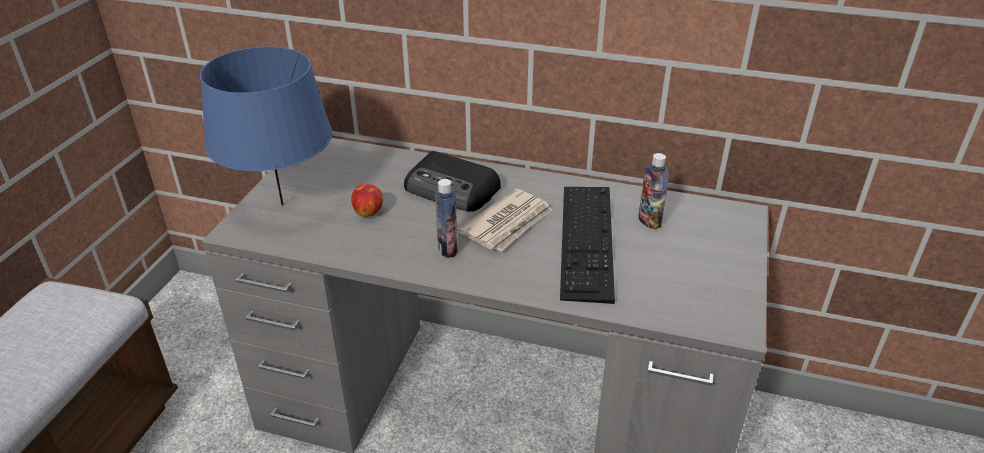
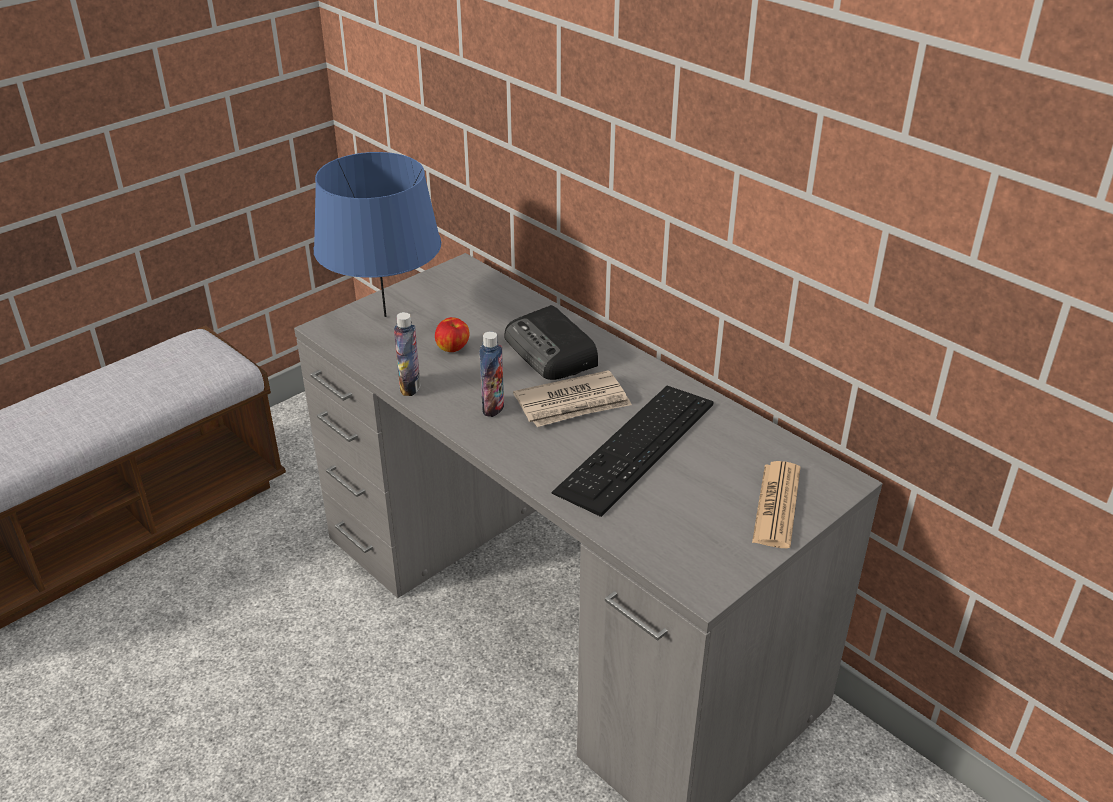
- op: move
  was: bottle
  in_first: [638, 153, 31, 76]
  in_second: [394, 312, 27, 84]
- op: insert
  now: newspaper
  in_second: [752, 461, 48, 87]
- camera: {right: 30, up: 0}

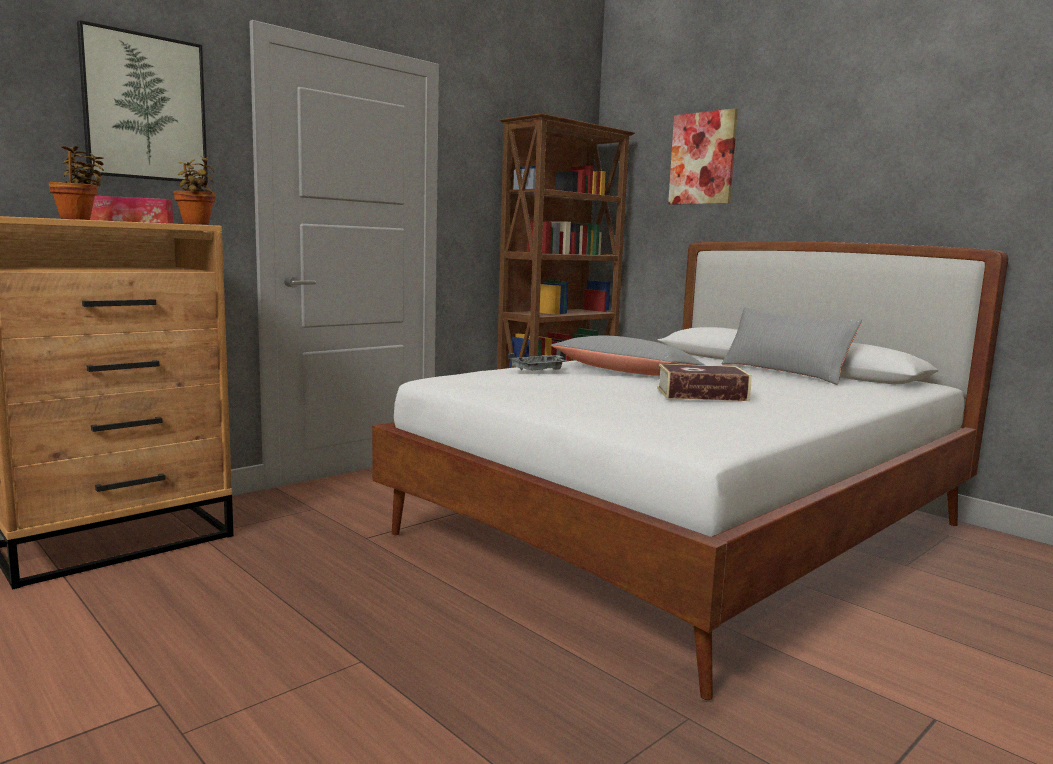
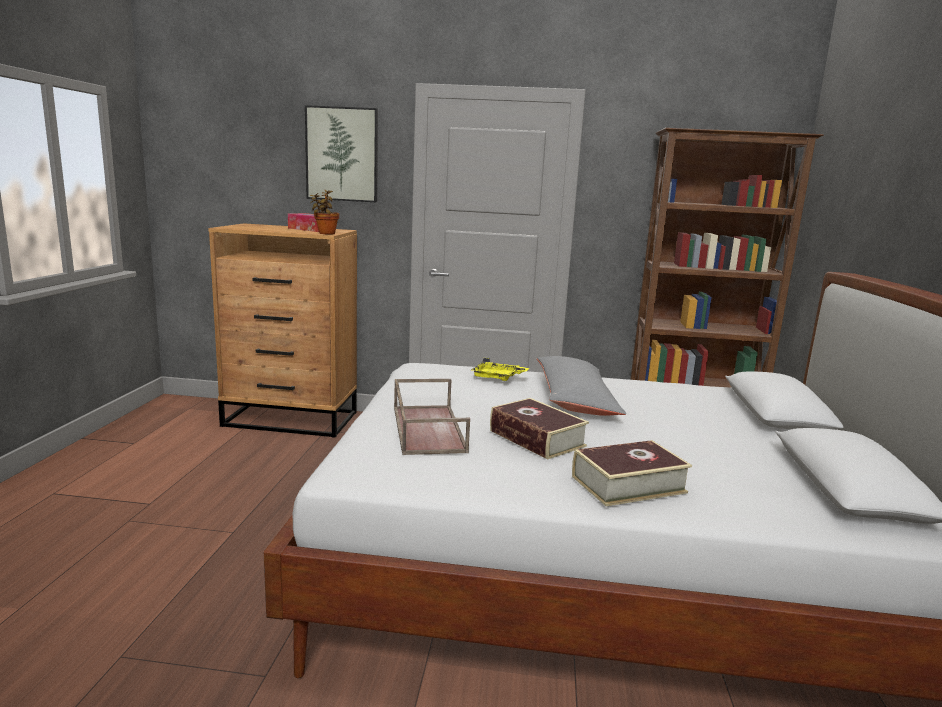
- op: delete
  was: potted plant
  in_first: [49, 146, 55, 74]
- op: recolor
  was: grey tray
  now: yellow tray
  in_first: [508, 353, 60, 18]
  in_second: [471, 358, 59, 23]
- op: delete
  was: picture
  in_first: [668, 108, 70, 97]
- op: delete
  was: grey pillow
  in_first: [721, 307, 141, 78]
- op: insert
  now: brown tray
  in_second: [394, 379, 76, 76]
- op: insert
  now: book
  in_second: [572, 440, 120, 66]
- camera: {right: 50, up: 5}

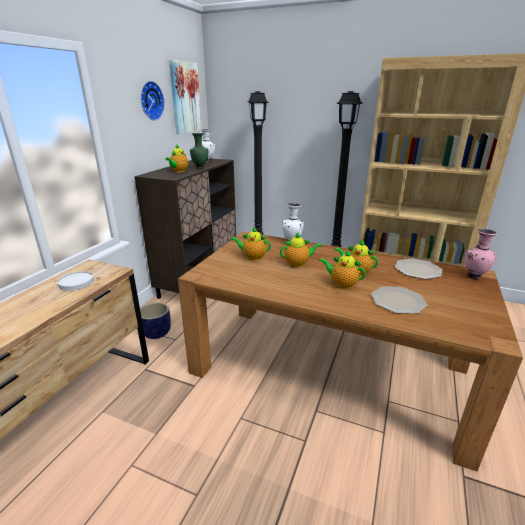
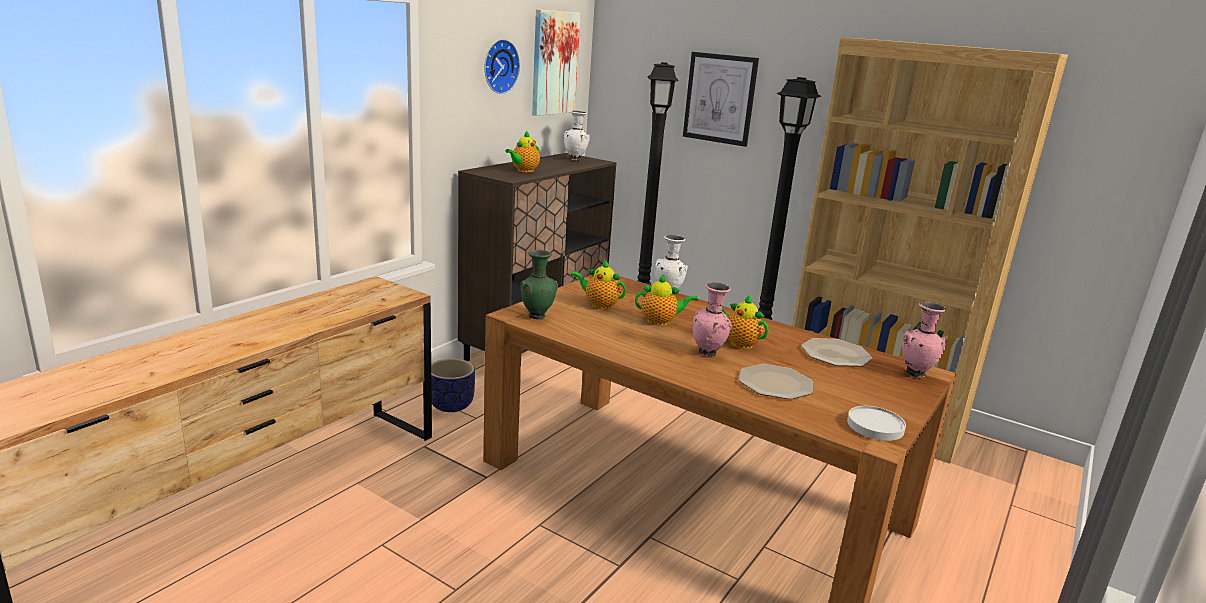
- op: move
  was: white plate
  in_first: [57, 271, 37, 20]
  in_second: [847, 406, 59, 35]
- op: move
  was: green vase
  in_first: [190, 133, 19, 36]
  in_second: [520, 250, 38, 69]
- op: replace
  was: teapot
  now: pink vase
  in_first: [319, 249, 47, 40]
  in_second: [693, 282, 39, 74]
- op: insert
  now: picture
  in_second: [683, 52, 76, 95]
- camera: {right: 10, up: -5}

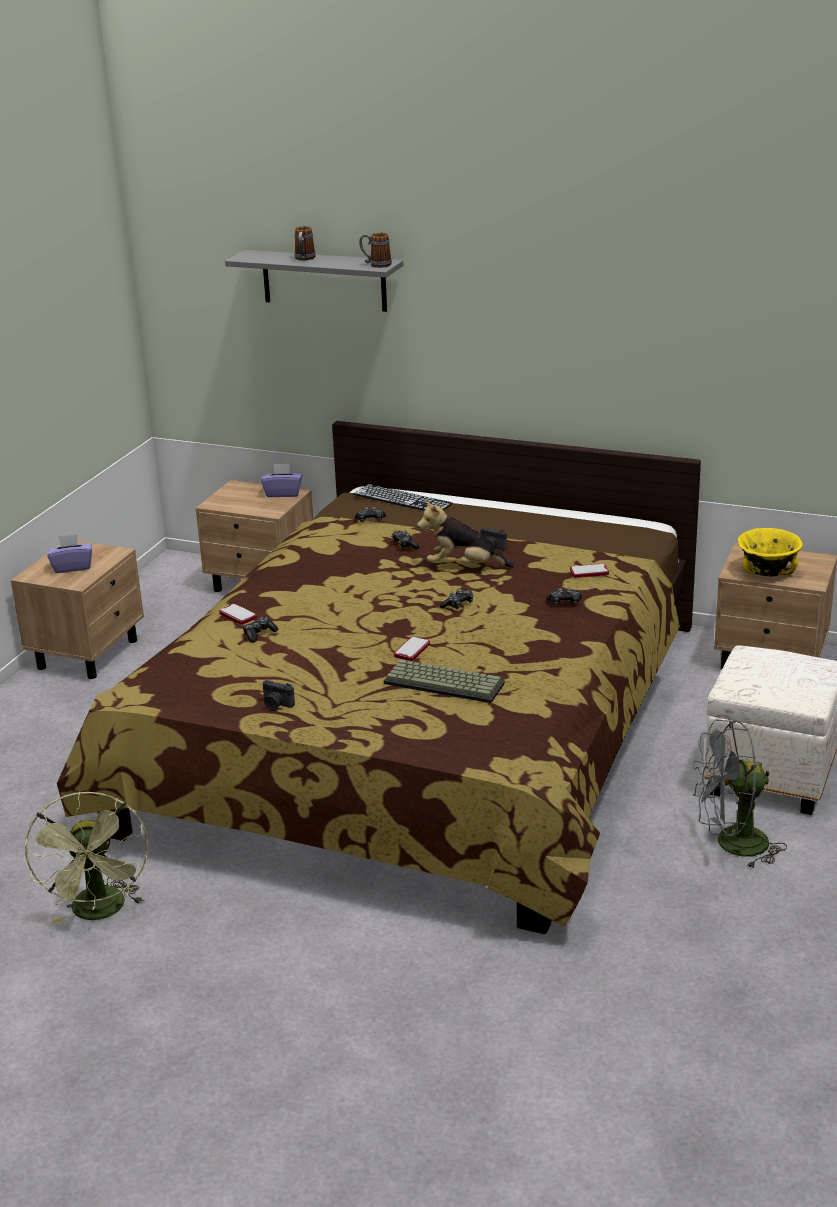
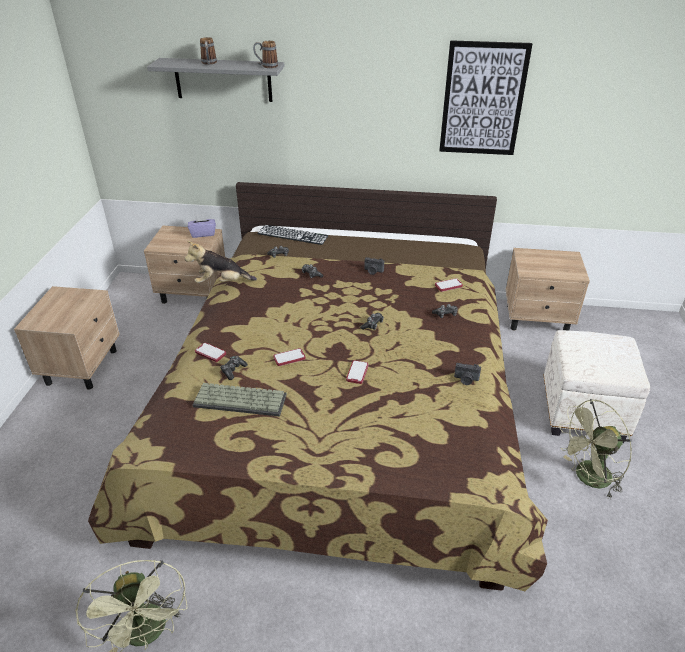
- op: delete
  was: purple tissue box
  in_first: [47, 534, 45, 39]
- op: move
  was: photo camera
  in_first: [263, 680, 32, 30]
  in_second: [454, 363, 27, 22]
- op: move
  was: keyboard
  in_first: [384, 660, 121, 43]
  in_second: [192, 383, 95, 33]
- op: move
  was: plush toy
  in_first: [417, 501, 97, 66]
  in_second: [185, 241, 72, 42]
- op: recolor
  was: grey fan
  now: green fan
  in_first: [693, 720, 94, 149]
  in_second: [559, 399, 73, 100]
- op: delete
  was: yellow bowl
  in_first: [738, 528, 65, 49]
- op: insert
  now: phone
  in_second: [273, 348, 33, 18]
- op: insert
  now: picture
  in_second: [439, 40, 93, 115]
- camera: {right: -15, up: 10}

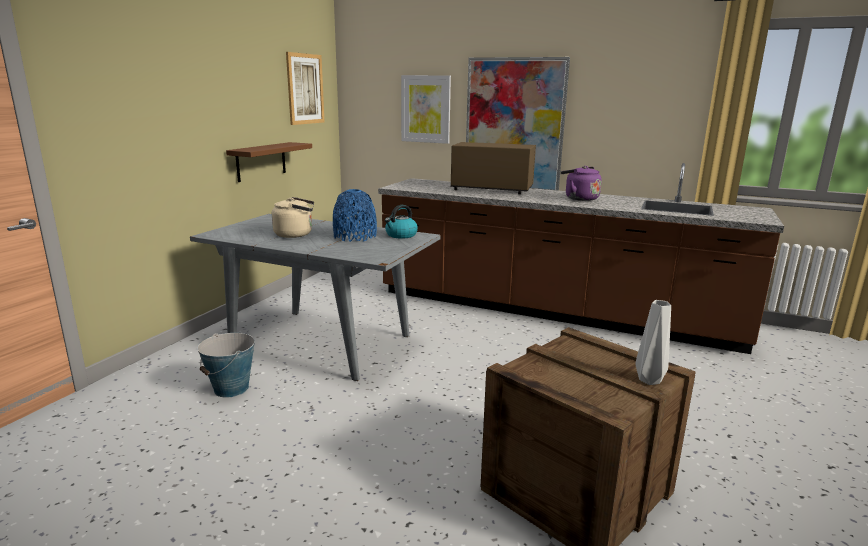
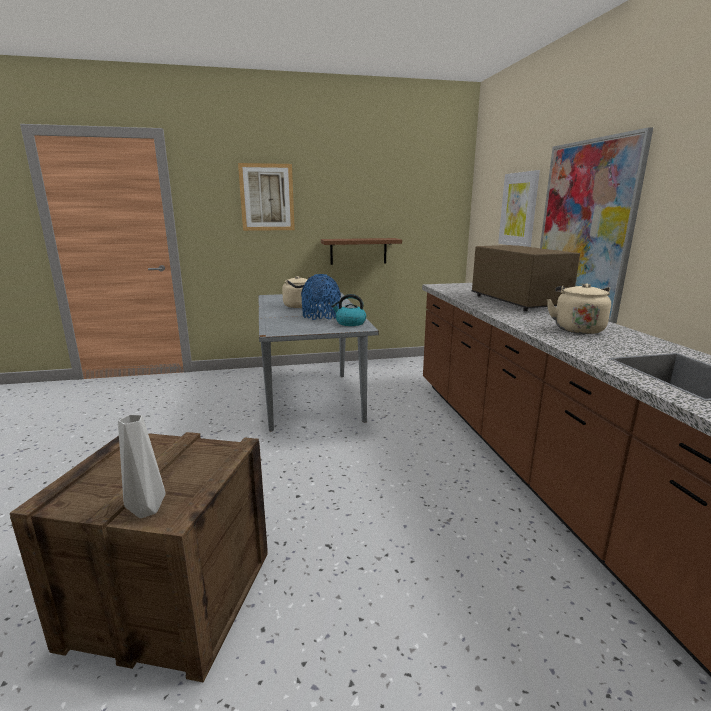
- op: delete
  was: bucket
  in_first: [197, 333, 58, 65]
- op: move
  was: picture
  in_first: [286, 52, 39, 73]
  in_second: [238, 163, 57, 68]
- op: recolor
  was: purple kettle
  now: beige kettle
  in_first: [561, 166, 41, 35]
  in_second: [547, 283, 64, 51]
- camera: {right: 55, up: 0}

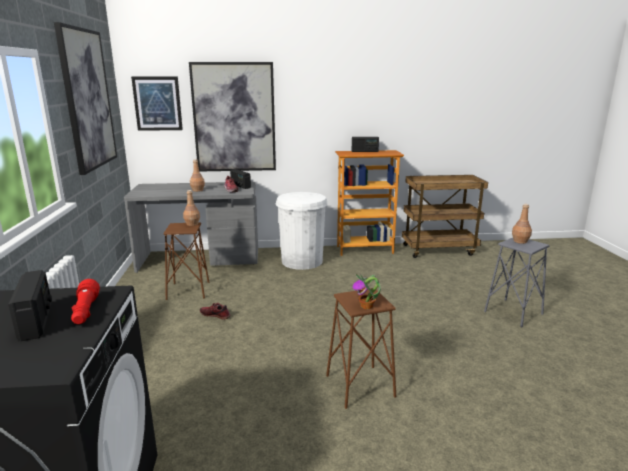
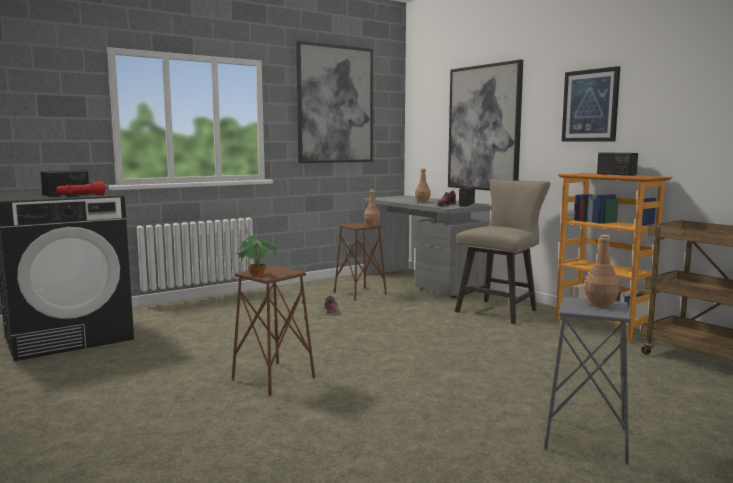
- op: move
  was: picture
  in_first: [131, 77, 52, 54]
  in_second: [562, 66, 58, 76]
- op: replace
  was: white trash can
  now: beige stool
  in_first: [276, 192, 52, 78]
  in_second: [455, 179, 96, 145]
- camera: {right: 60, up: -10}

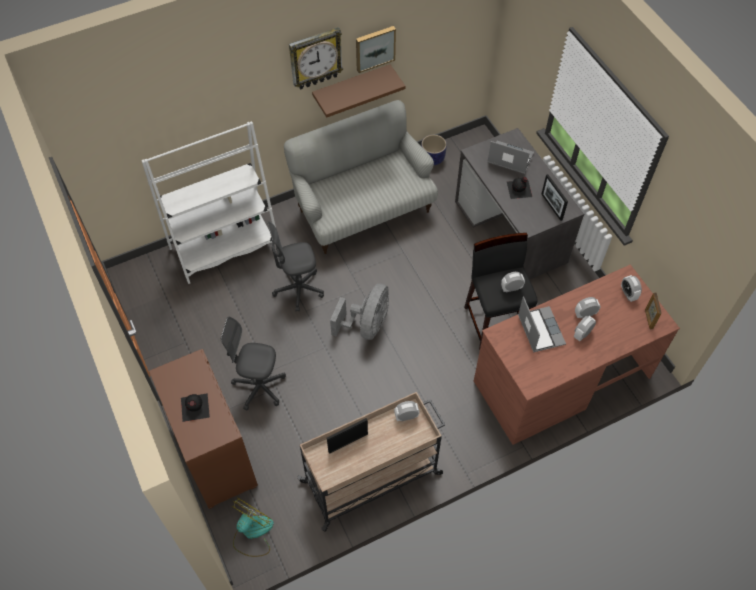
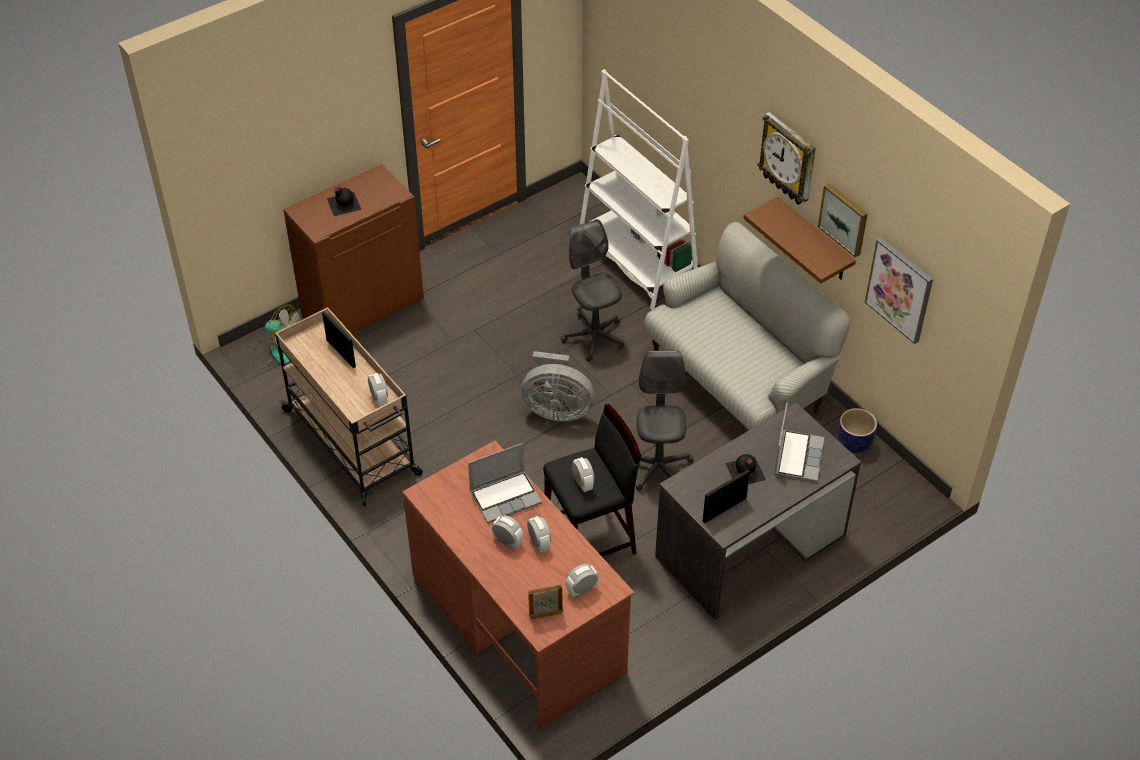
- op: move
  was: grey office chair
  in_first: [221, 317, 65, 93]
  in_second: [636, 351, 58, 140]
- op: insert
  now: picture
  in_second: [865, 237, 68, 107]
- camera: {right: 80, up: -10}

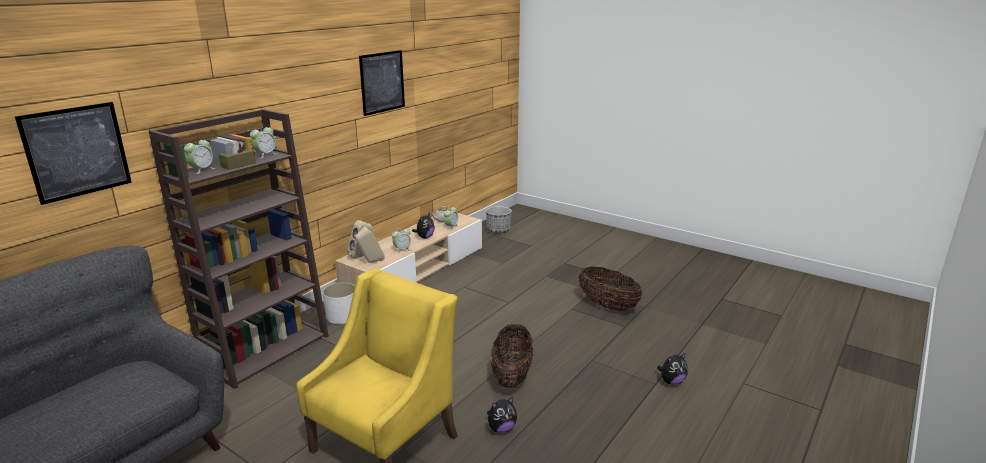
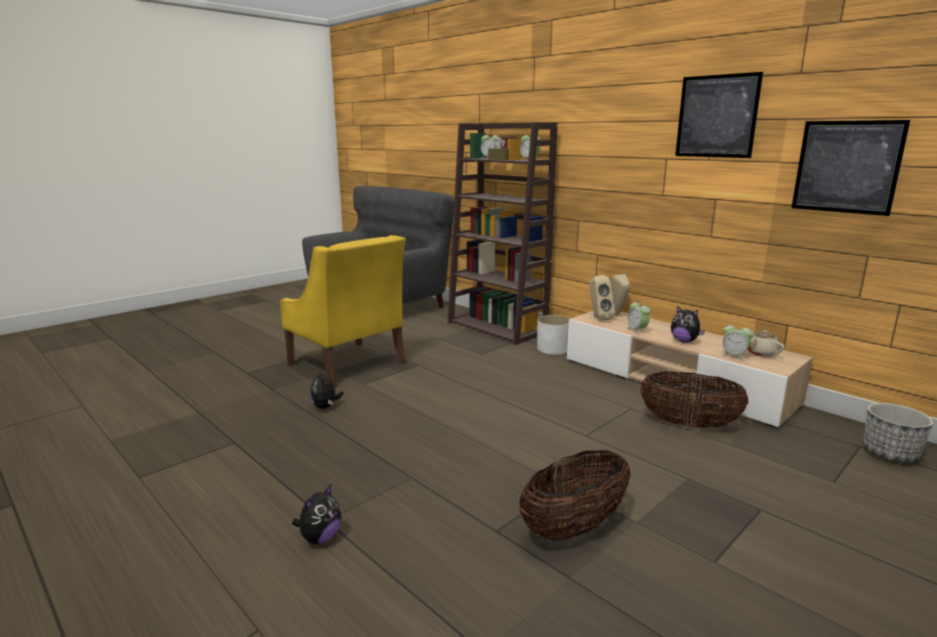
- op: move
  was: picture
  in_first: [15, 102, 117, 103]
  in_second: [792, 120, 118, 96]
- op: move
  was: basket
  in_first: [491, 324, 42, 64]
  in_second: [640, 371, 109, 57]
- op: rotate
  was: plush toy
  in_first: [657, 353, 30, 32]
  in_second: [292, 484, 49, 60]
  clockwise: -135
- camera: {right: 100, up: -5}

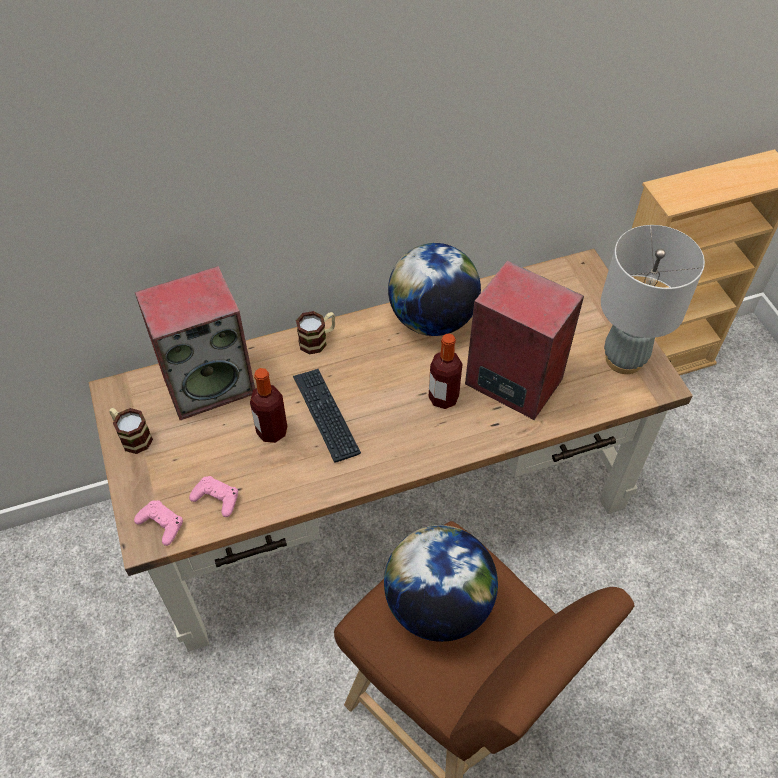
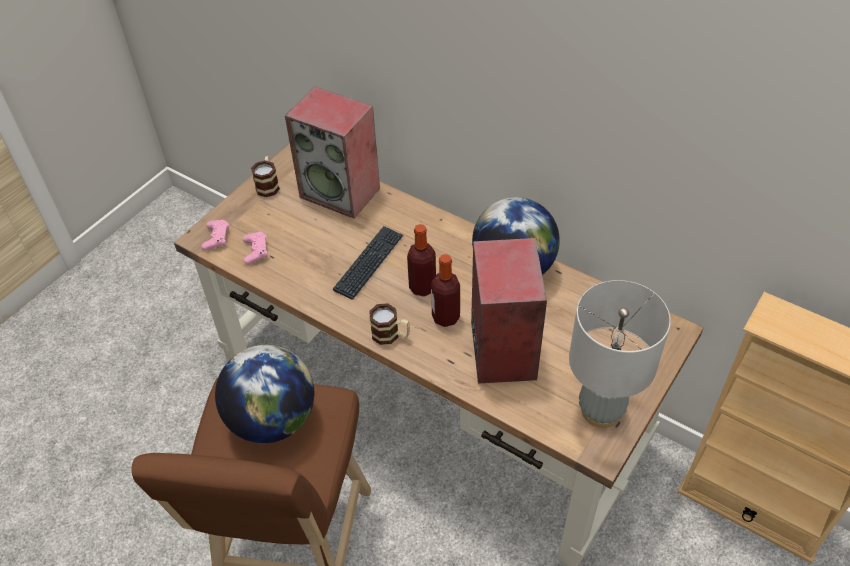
- op: move
  was: bottle
  in_first: [250, 368, 37, 75]
  in_second: [407, 224, 29, 73]
- op: move
  was: mug
  in_first: [296, 311, 39, 43]
  in_second: [370, 303, 40, 42]
- camera: {right: 55, up: -5}

